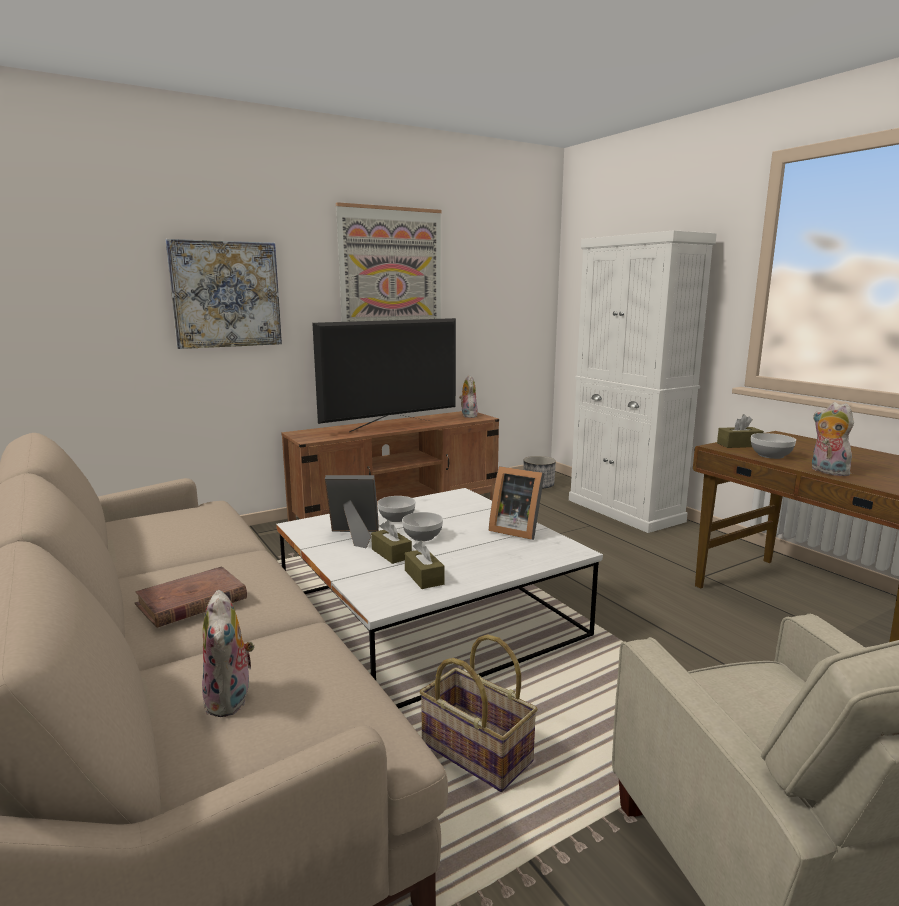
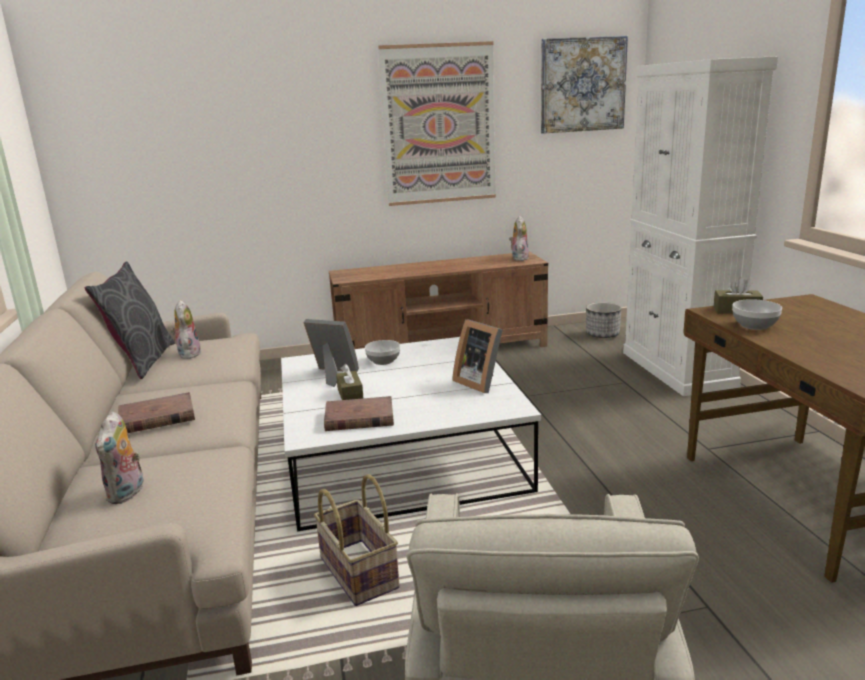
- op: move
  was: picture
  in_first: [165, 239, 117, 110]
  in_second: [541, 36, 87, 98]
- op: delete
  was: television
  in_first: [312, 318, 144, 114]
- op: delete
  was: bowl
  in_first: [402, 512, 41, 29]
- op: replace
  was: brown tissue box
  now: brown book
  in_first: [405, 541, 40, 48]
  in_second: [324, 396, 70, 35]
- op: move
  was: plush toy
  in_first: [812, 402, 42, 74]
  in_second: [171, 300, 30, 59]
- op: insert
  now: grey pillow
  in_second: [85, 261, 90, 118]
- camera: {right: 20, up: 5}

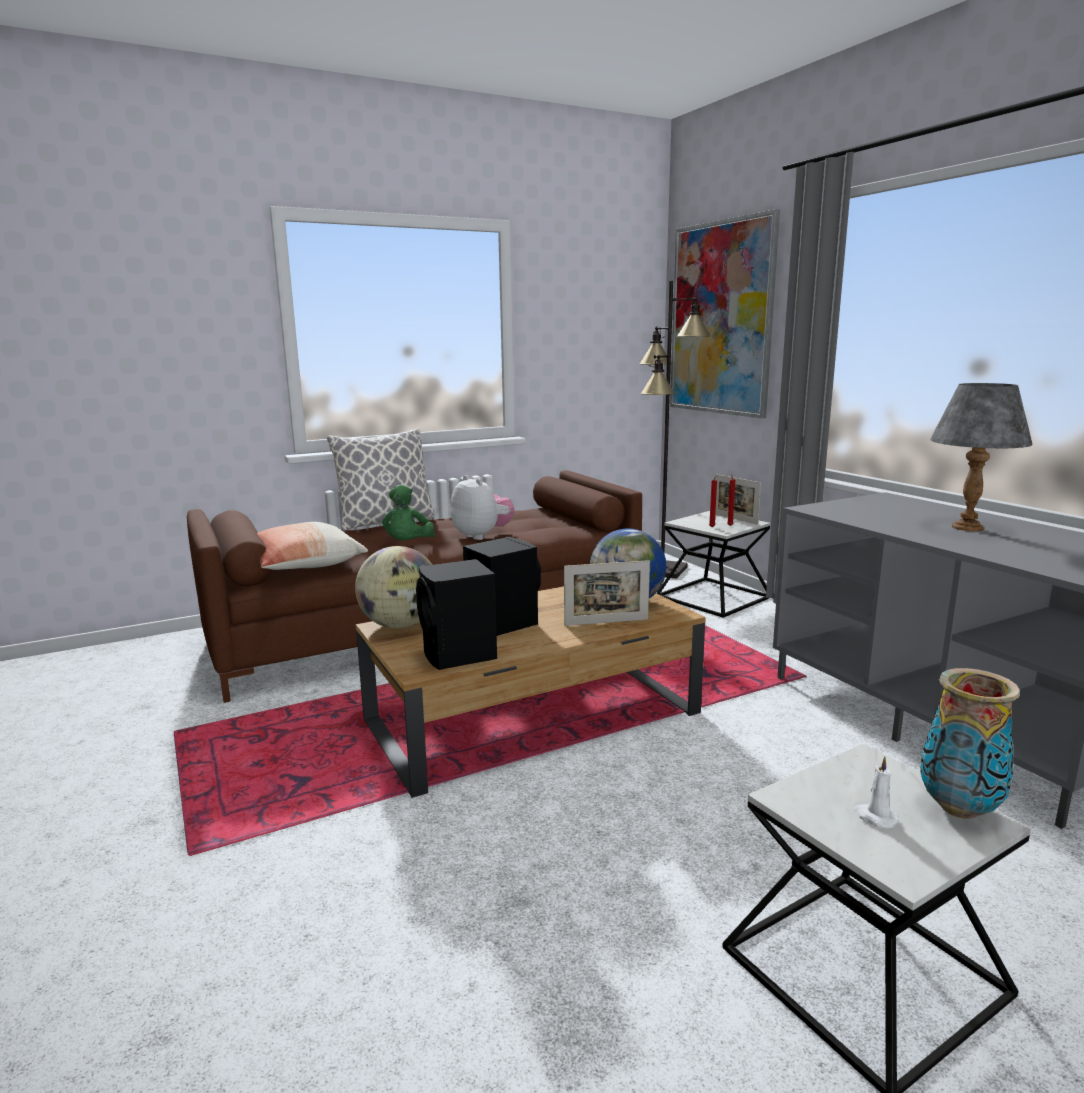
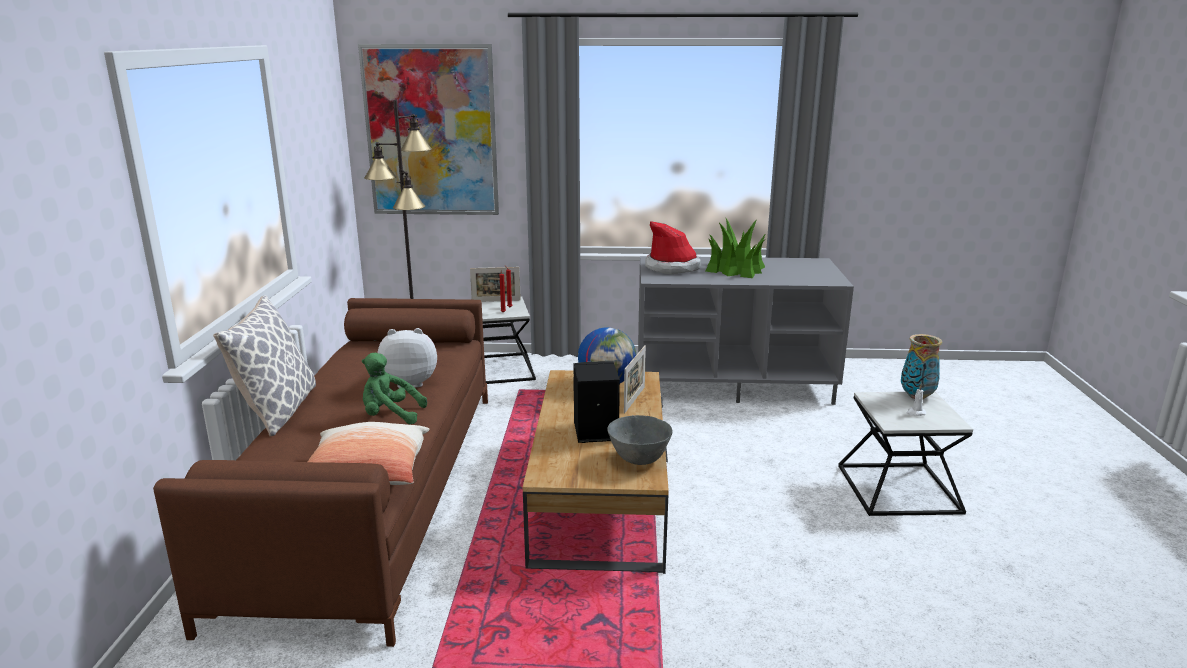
- op: delete
  was: globe
  in_first: [355, 546, 77, 82]
- op: rotate
  was: green plush toy
  in_first: [382, 485, 53, 55]
  in_second: [362, 353, 65, 71]
  clockwise: 150
- op: replace
  was: black speaker
  now: grey bowl
  in_first: [416, 559, 81, 111]
  in_second: [607, 415, 66, 50]
- op: replace
  was: grey table lamp
  now: potted plant
  in_first: [930, 383, 103, 148]
  in_second: [705, 217, 61, 61]
- op: insert
  now: hat
  in_second: [645, 221, 56, 54]
- camera: {right: -60, up: 5}

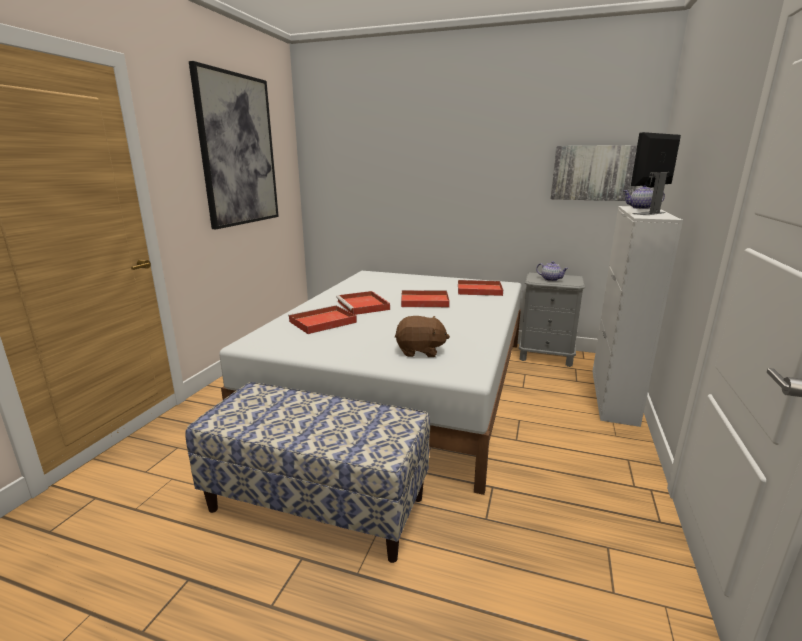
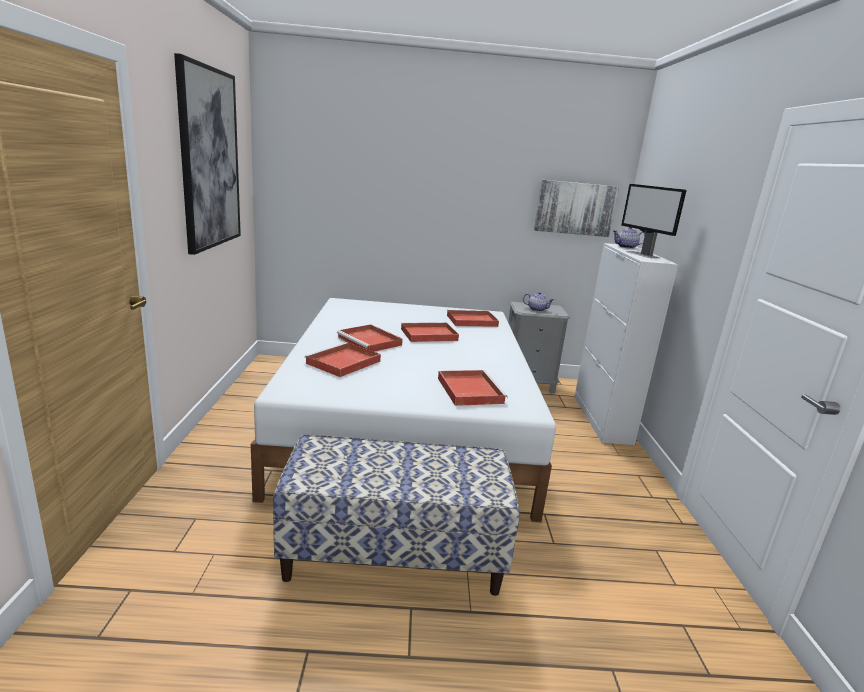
- op: replace
  was: brown plush toy
  now: red tray
  in_first: [395, 316, 55, 41]
  in_second: [438, 370, 70, 36]
- op: rotate
  was: monitor
  in_first: [631, 132, 50, 83]
  in_second: [621, 184, 66, 75]
  clockwise: -60
- camera: {right: -20, up: 0}

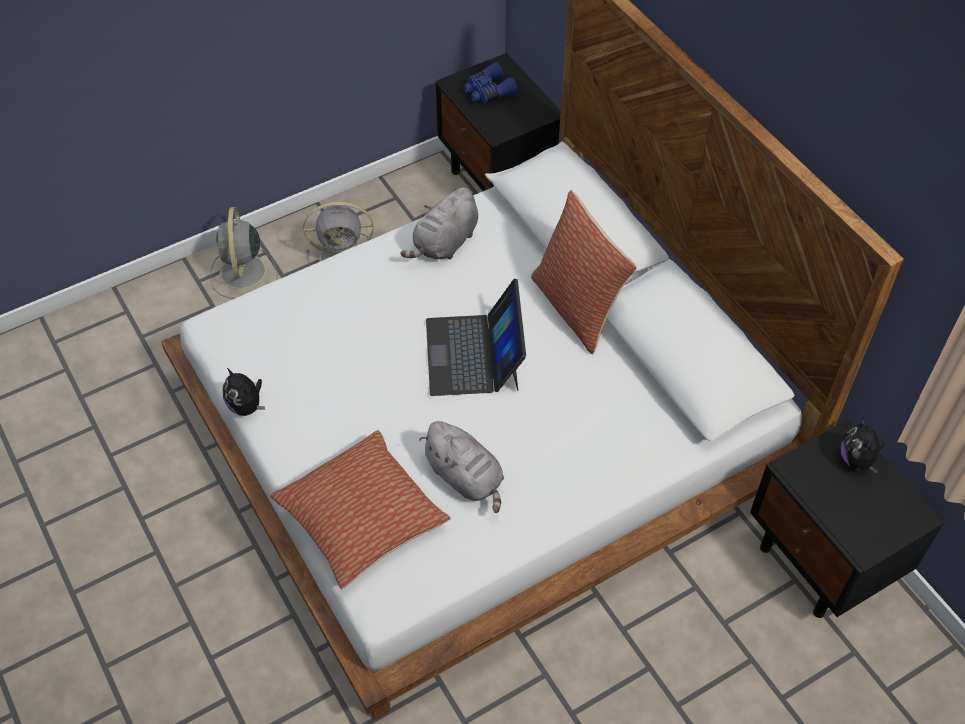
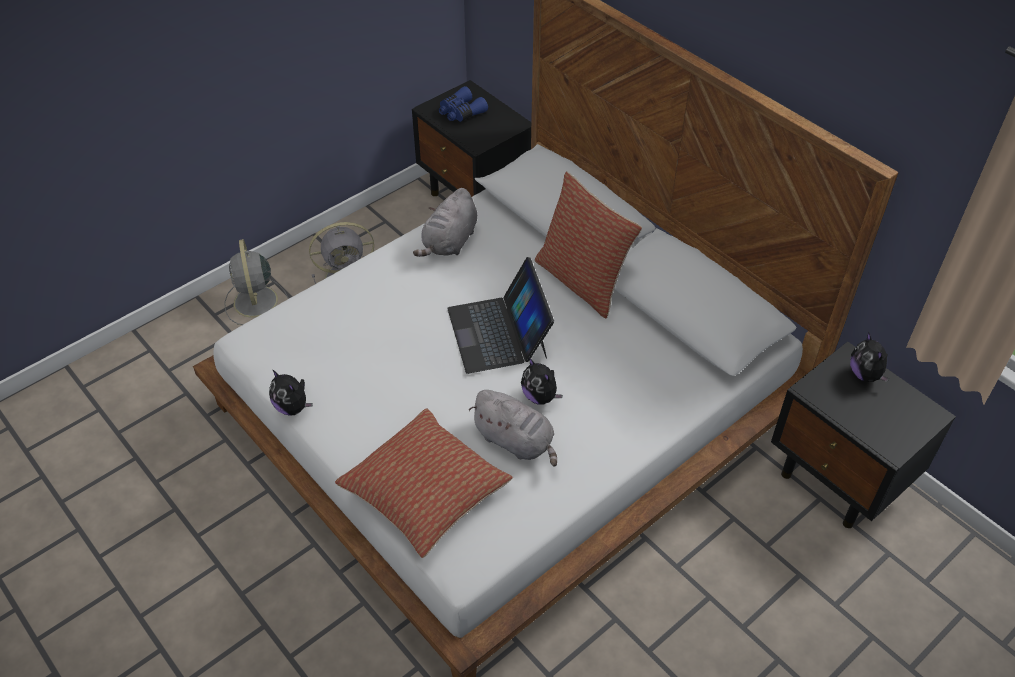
- op: insert
  now: plush toy
  in_second: [521, 357, 42, 48]
- camera: {right: -10, up: -5}

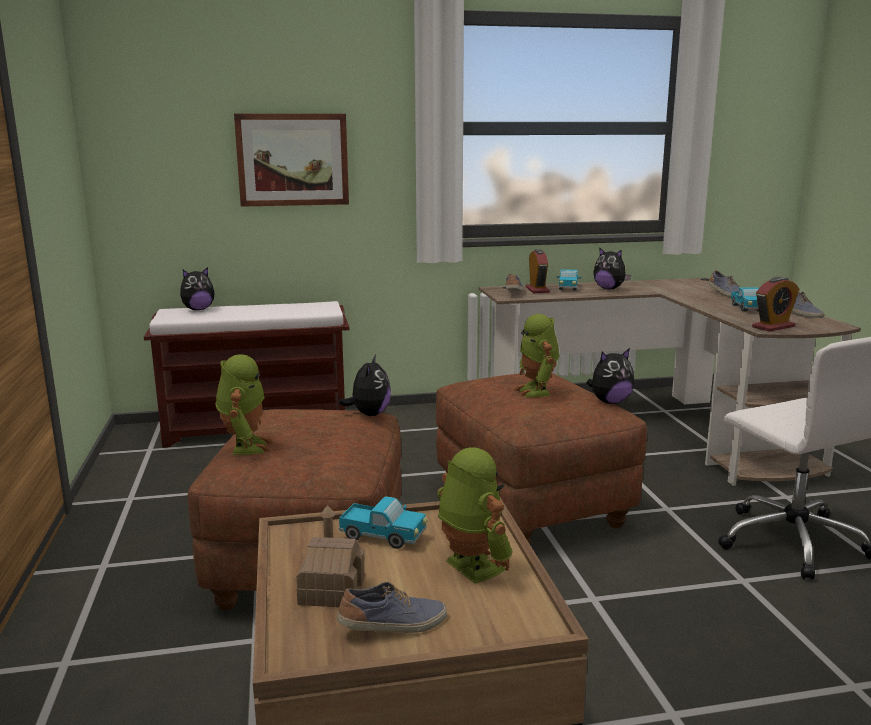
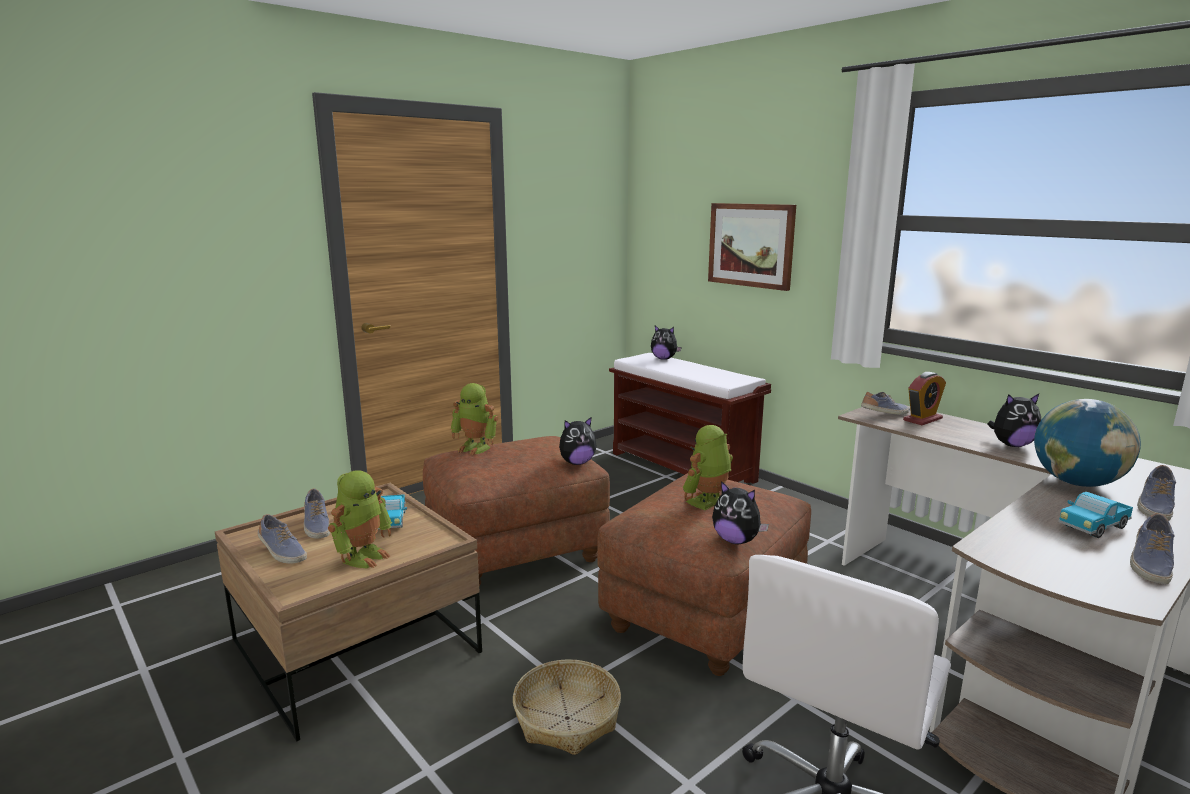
- op: rotate
  was: toy robot
  in_first: [216, 354, 57, 101]
  in_second: [451, 383, 47, 72]
  clockwise: 60
- op: replace
  was: toy house
  now: shoe
  in_first: [296, 505, 69, 102]
  in_second: [304, 488, 26, 51]
- op: delete
  was: toy truck
  in_first: [556, 269, 25, 22]
- op: rotate
  was: plush toy
  in_first: [593, 247, 38, 42]
  in_second: [987, 394, 54, 53]
  clockwise: -105
- op: delete
  was: alarm clock
  in_first: [752, 277, 47, 54]
- op: insert
  now: basket
  in_second: [513, 659, 108, 96]
- op: insert
  now: globe
  in_second: [1034, 399, 107, 88]
- camera: {right: 60, up: 0}

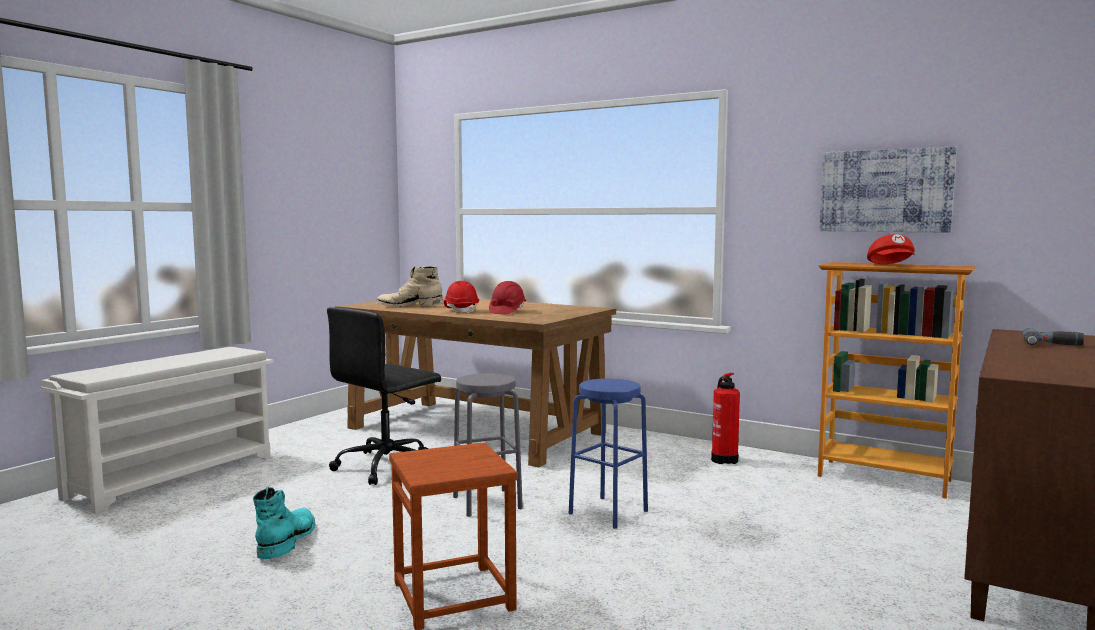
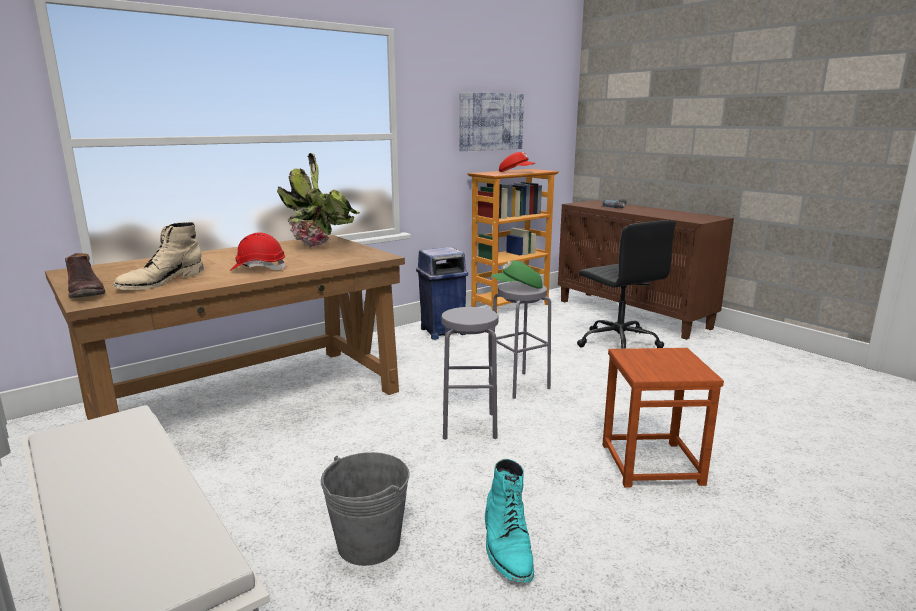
- op: rotate
  was: turquoise boot
  in_first: [253, 487, 63, 72]
  in_second: [485, 459, 49, 123]
  clockwise: -120
- op: move
  was: black office chair
  in_first: [327, 307, 114, 178]
  in_second: [577, 220, 99, 129]
- op: delete
  was: red hard hat
  in_first: [489, 281, 37, 33]
- op: recolor
  was: blue stool
  now: grey stool
  in_first: [569, 379, 79, 150]
  in_second: [493, 282, 58, 117]
- op: replace
  was: fire extinguisher
  now: blue trash can
  in_first: [711, 373, 29, 91]
  in_second: [416, 247, 52, 93]
- op: insert
  now: brown boot
  in_second: [65, 253, 40, 45]
- op: insert
  now: potted plant
  in_second: [277, 153, 83, 95]
- op: insert
  now: grey bucket
  in_second: [321, 452, 89, 114]
- op: insert
  now: green cap
  in_second: [491, 260, 51, 29]
- camera: {right: -70, up: 10}

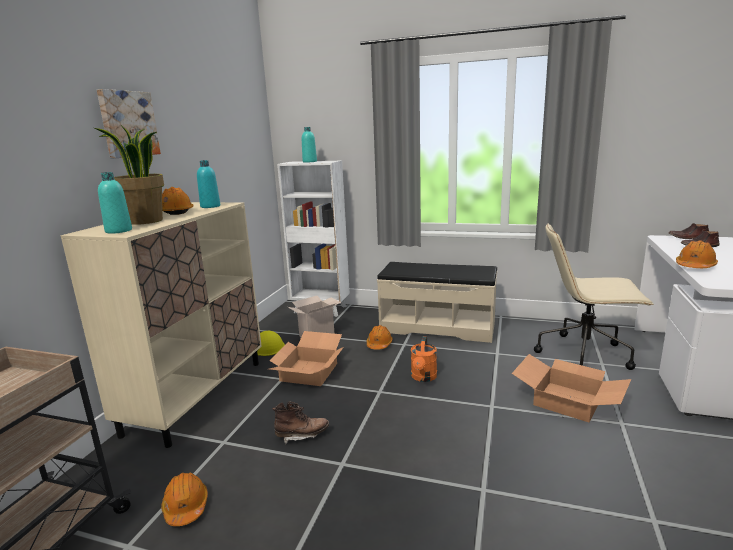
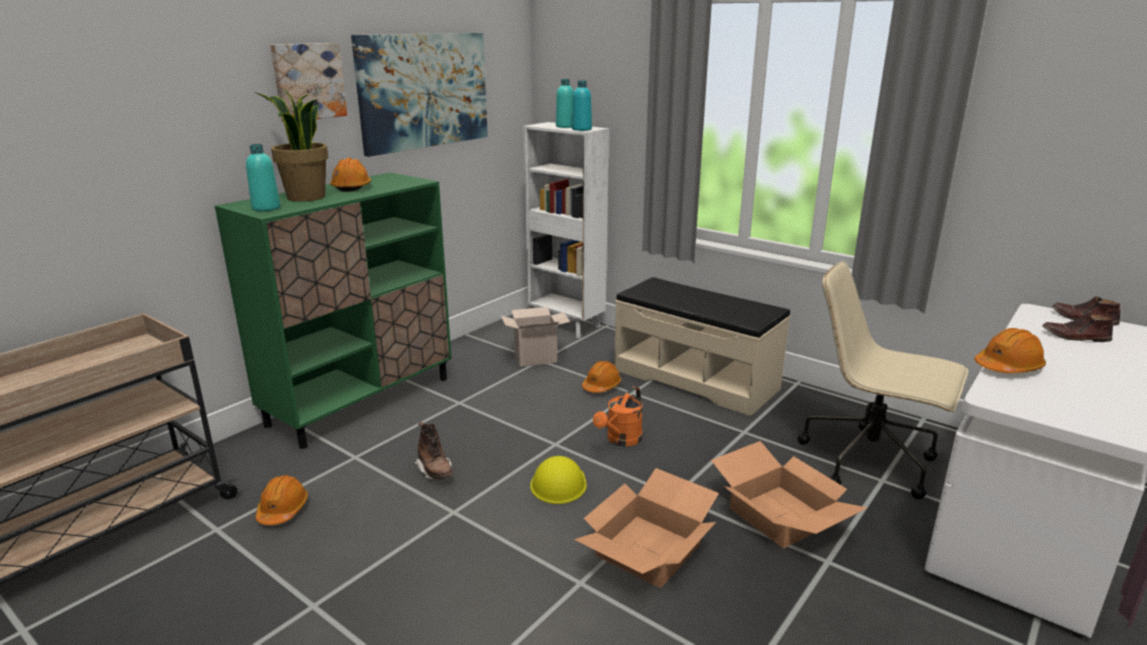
- op: recolor
  was: beige cabinet
  now: green cabinet
  in_first: [61, 202, 201, 246]
  in_second: [215, 172, 237, 277]
- op: move
  was: turquoise bottle
  in_first: [197, 160, 23, 48]
  in_second: [572, 80, 20, 51]
- op: move
  was: yellow hard hat
  in_first: [257, 331, 28, 25]
  in_second: [530, 456, 57, 48]
- op: move
  was: cardboard box
  in_first: [269, 331, 75, 55]
  in_second: [574, 468, 145, 120]
- op: rotate
  was: brown boot
  in_first: [272, 401, 57, 42]
  in_second: [414, 422, 39, 57]
  clockwise: 45
- op: insert
  now: picture
  in_second: [351, 33, 137, 124]
- camera: {right: 20, up: 5}

